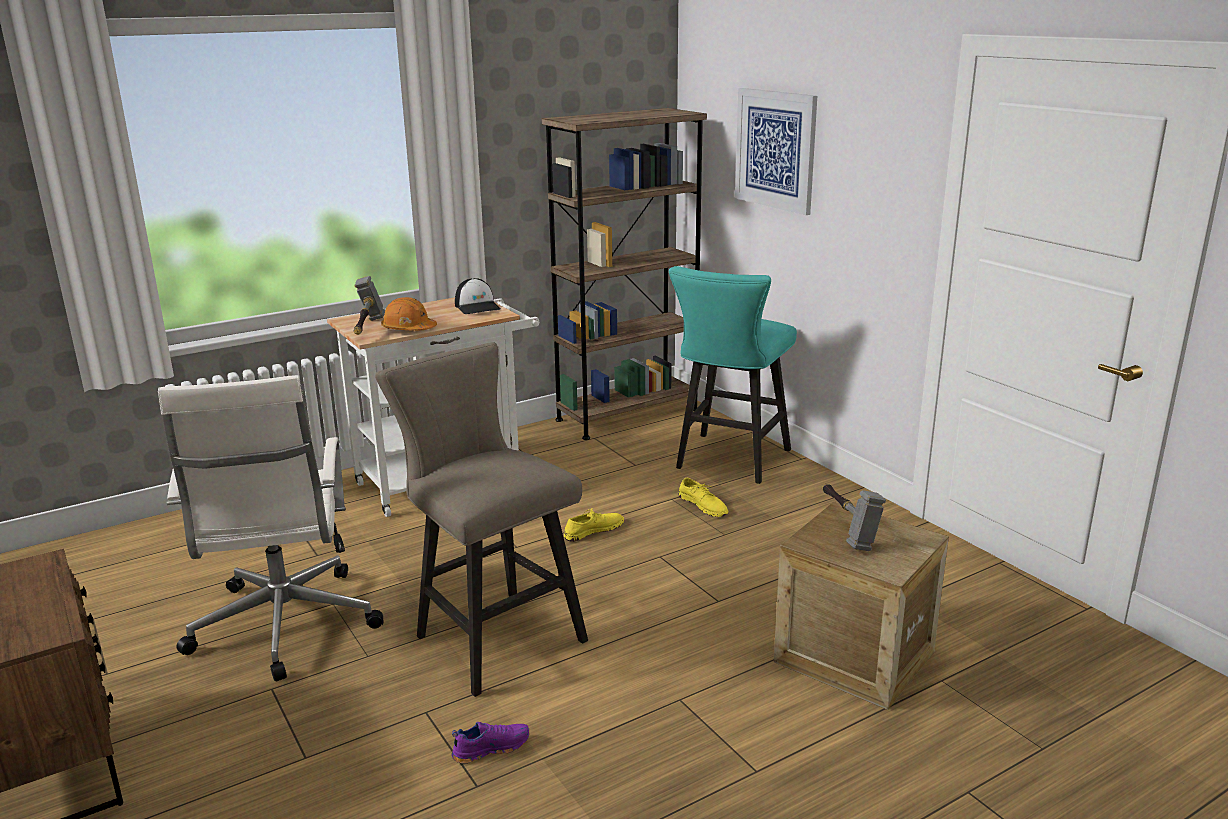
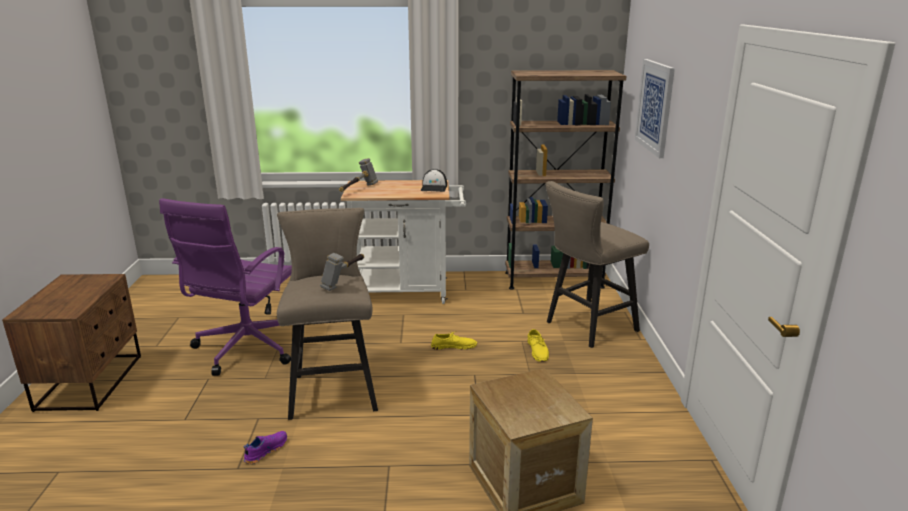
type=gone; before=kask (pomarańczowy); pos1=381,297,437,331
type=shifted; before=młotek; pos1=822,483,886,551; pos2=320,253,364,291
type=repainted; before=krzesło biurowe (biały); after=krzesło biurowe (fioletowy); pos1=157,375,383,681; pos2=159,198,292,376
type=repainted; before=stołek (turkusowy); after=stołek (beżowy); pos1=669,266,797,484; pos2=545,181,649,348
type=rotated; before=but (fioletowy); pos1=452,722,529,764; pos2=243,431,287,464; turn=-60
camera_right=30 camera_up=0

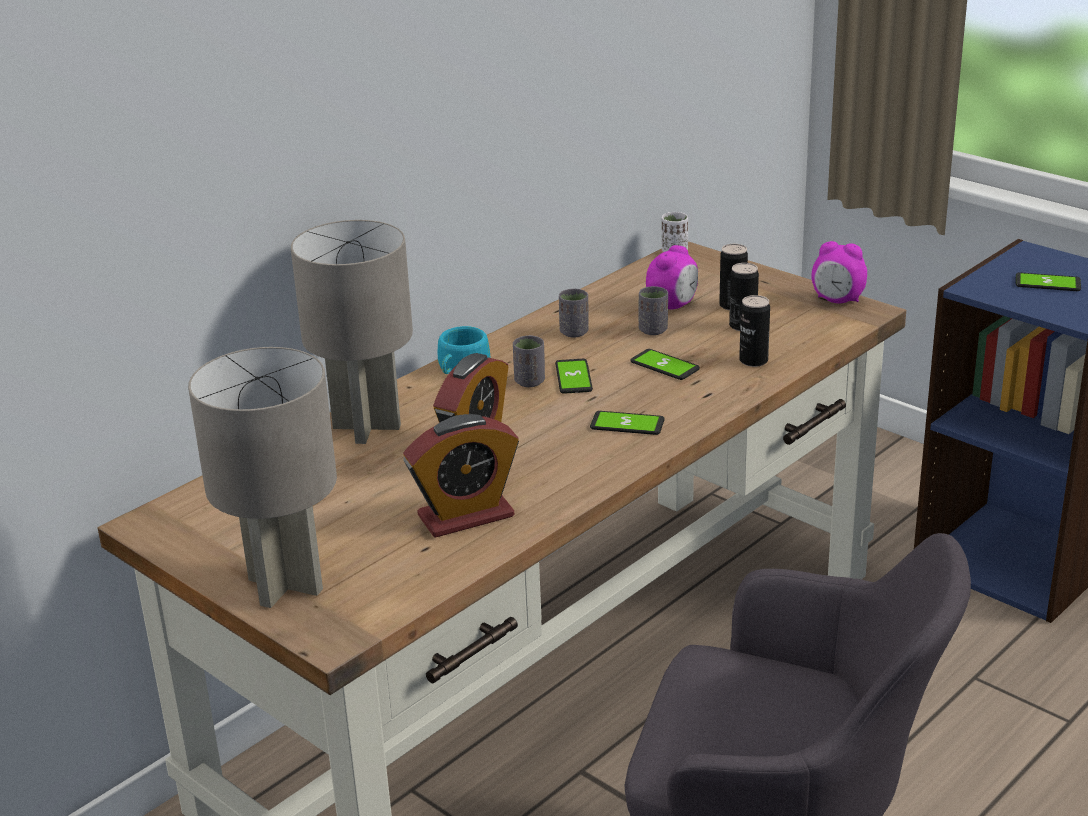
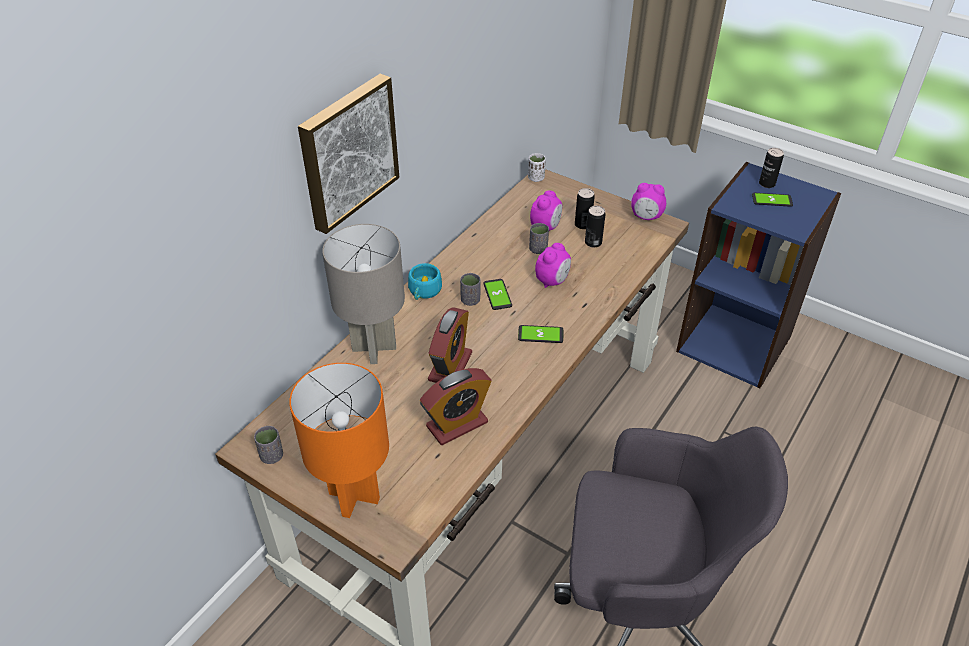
type=new; after=obraz; pos2=298,74,400,234
type=shifted; before=filiżanka (szary); pos1=559,289,589,338; pos2=254,426,283,464
type=shifted; before=puszka; pos1=739,295,770,367; pos2=759,148,784,188
type=swapped; before=telefon; after=budzik; pos1=631,349,700,380; pos2=535,243,571,288
type=repainted; before=lampa stołowa (szary); after=lampa stołowa (pomarańczowy); pos1=188,347,337,608; pos2=289,363,389,518
camera_right=-10 camera_up=15

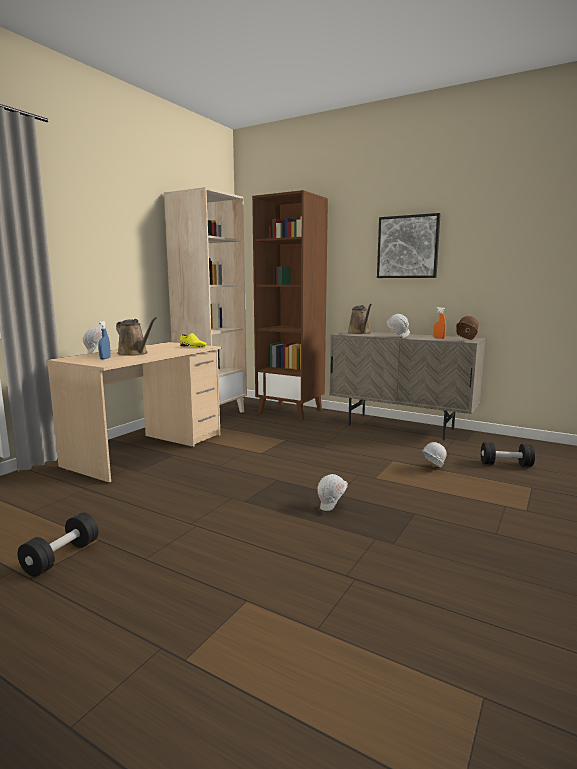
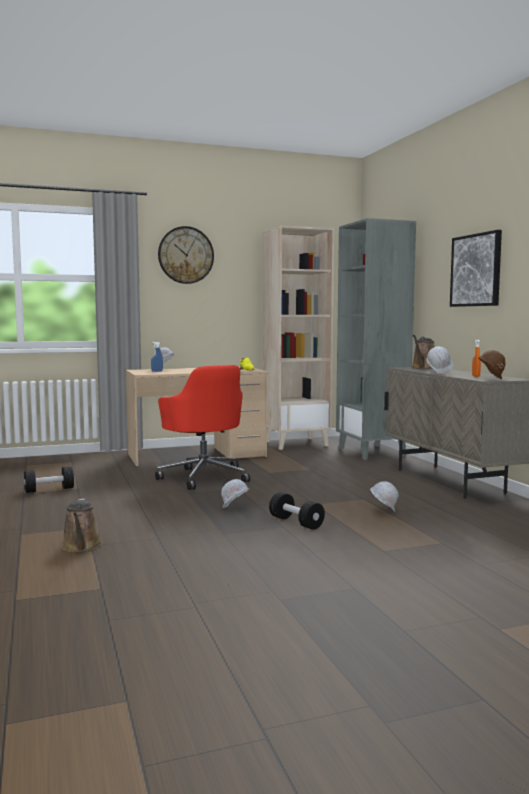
type=new; after=krzesło biurowe (czerwony); pos2=155,365,250,490
type=new; after=zegar ścienny; pos2=158,226,214,284
type=shifted; before=konewka (brązowy); pos1=116,317,157,356; pos2=61,498,102,552
type=shifted; before=hantel (czarny); pos1=481,442,535,467; pos2=269,492,325,530
type=repainted; before=regał (brązowy); after=regał (szary); pos1=252,190,328,420; pos2=336,218,416,460
camera_right=40 camera_up=-5

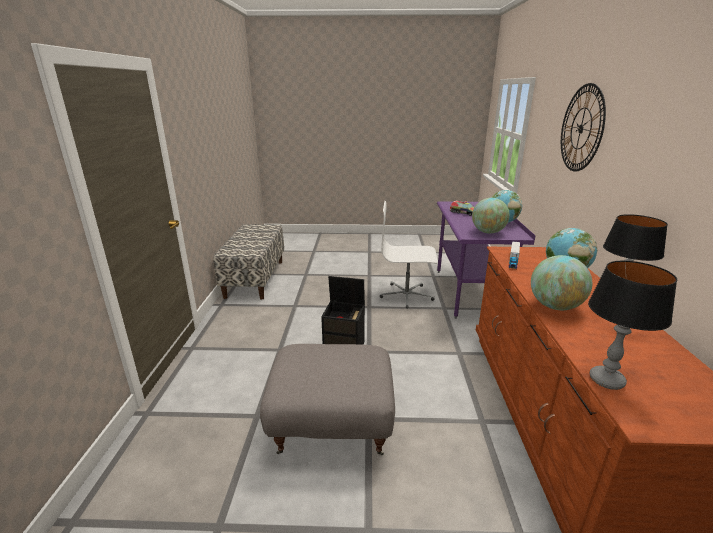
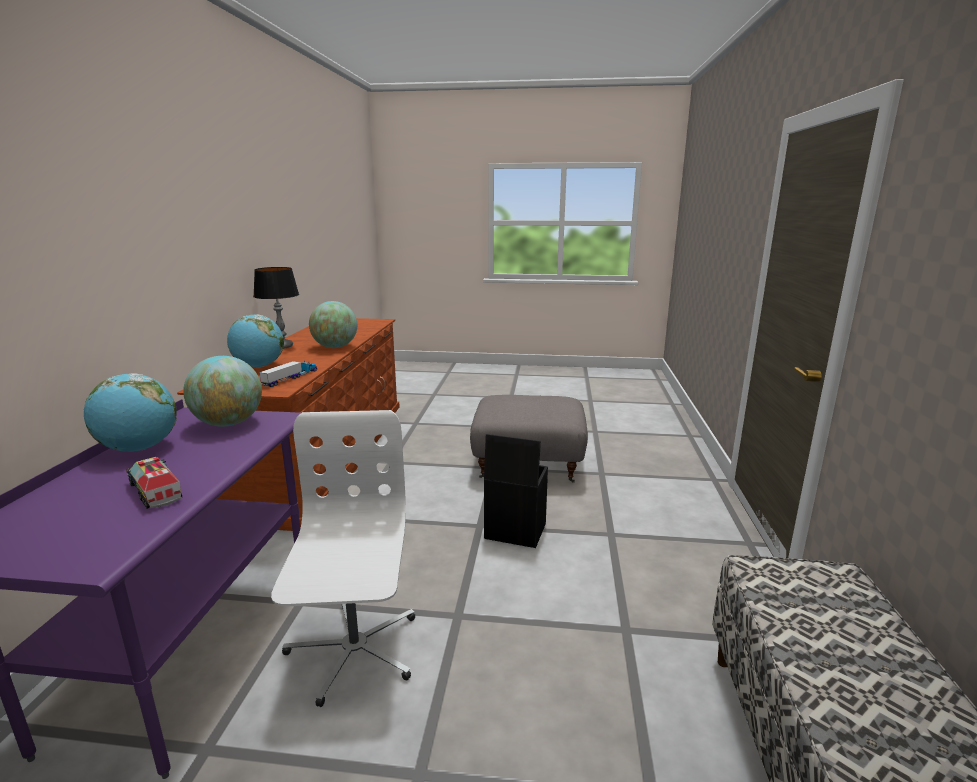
type=gone; before=zegar ścienny; pos1=561,83,606,171
type=gone; before=lampa stołowa; pos1=588,261,677,390
type=rotated; before=krzesło biurowe (biały); pos1=380,201,438,309; pos2=271,410,415,707; turn=-105
camera_right=-175 camera_up=-5

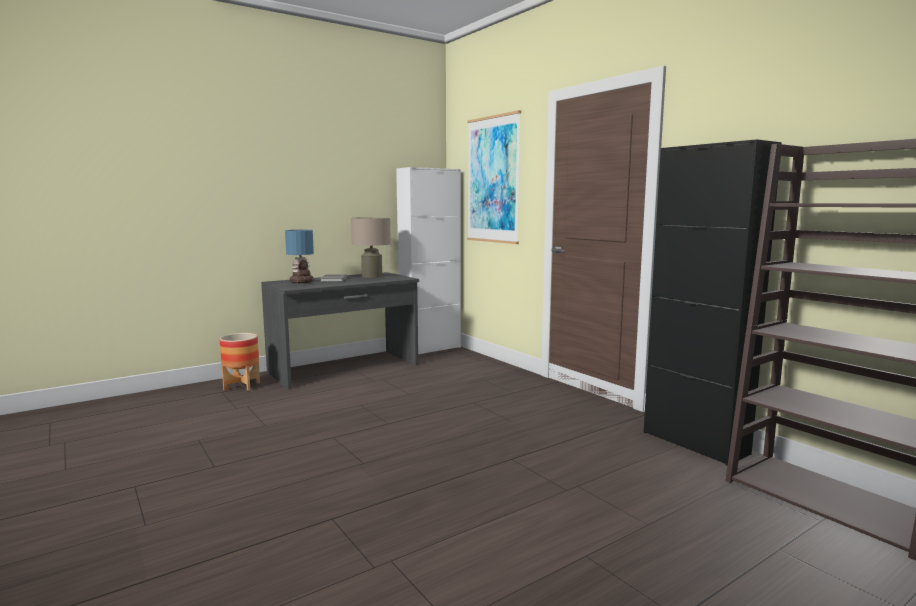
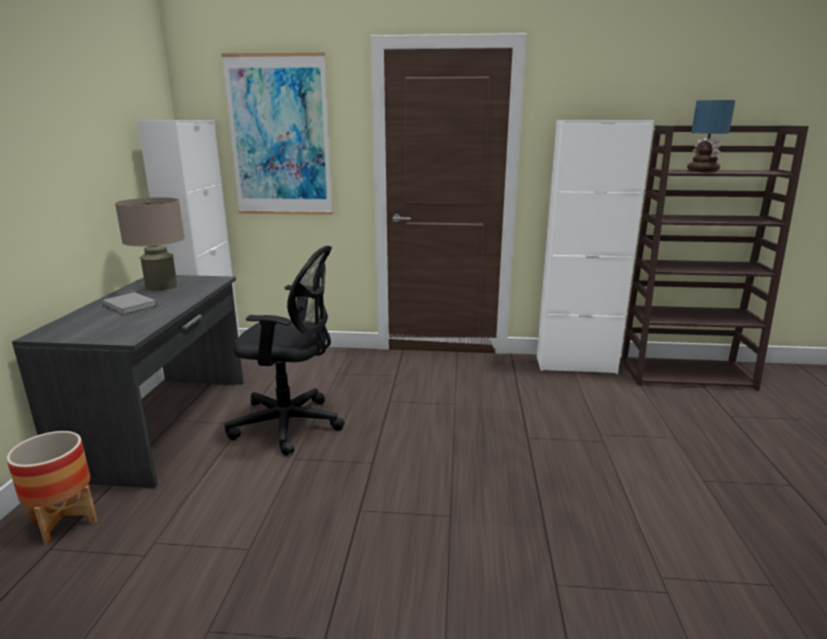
type=new; after=krzesło biurowe (czarny); pos2=224,246,345,456
type=shifted; before=lampa stołowa; pos1=285,230,314,283; pos2=687,100,735,172
type=repainted; before=szafka (czarny); after=szafka (biały); pos1=643,139,782,465; pos2=537,120,654,374
camera_right=-50 camera_up=10

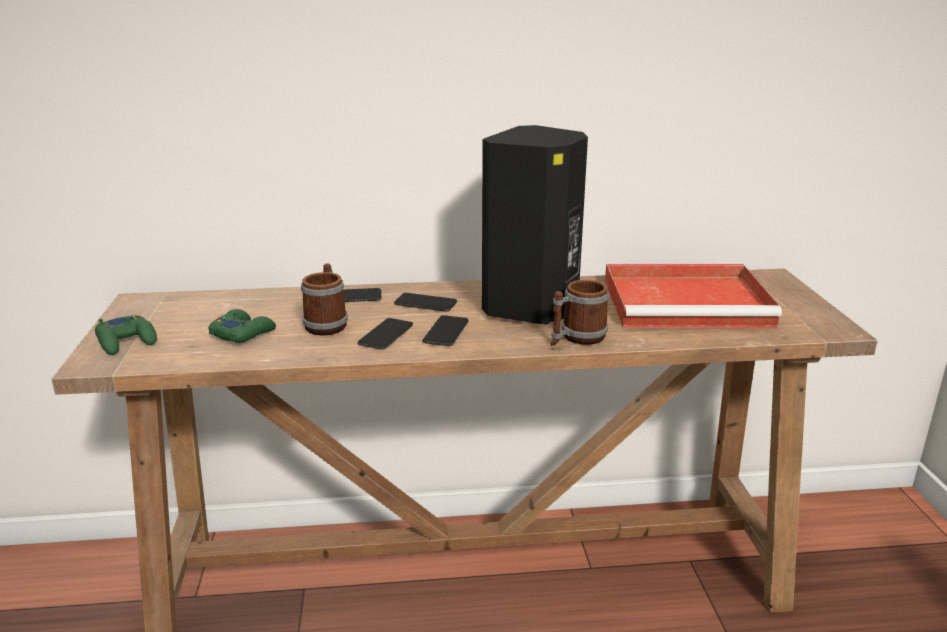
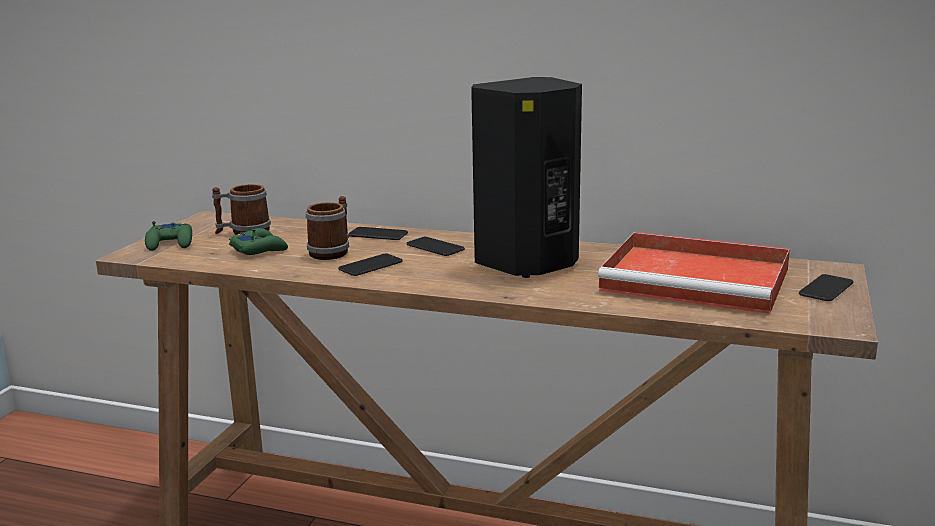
type=shifted; before=telefon; pos1=423,315,469,346; pos2=799,274,853,301
type=shifted; before=kubek; pos1=551,280,609,345; pos2=212,184,271,235
camera_right=25 camera_up=-5

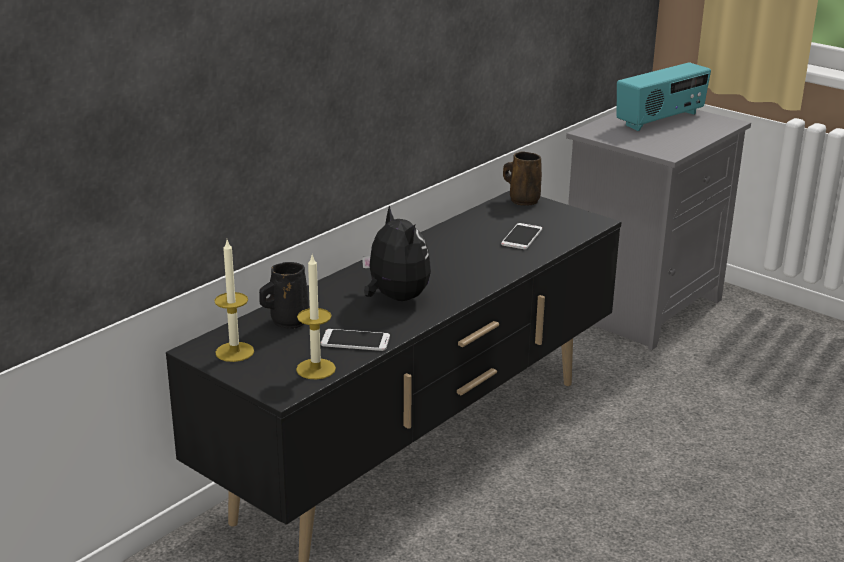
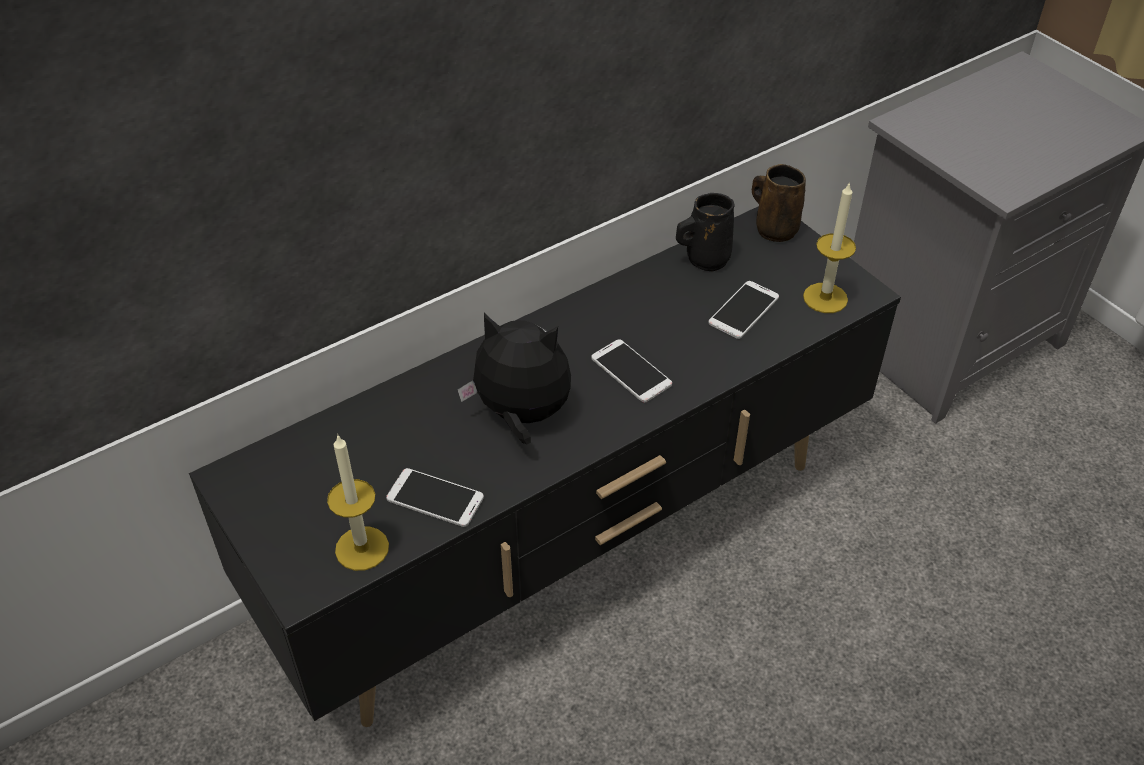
type=gone; before=radio; pos1=617,63,711,131
type=new; after=telefon; pos2=591,339,672,402
type=shifted; before=świeca; pos1=214,240,254,362; pos2=803,182,856,313
type=shifted; before=kubek (czarny); pos1=259,262,309,329; pos2=676,193,734,271
type=rotated; before=pluszak; pos1=362,205,431,301; pos2=457,313,571,444; turn=-60
camera_right=15 camera_up=20

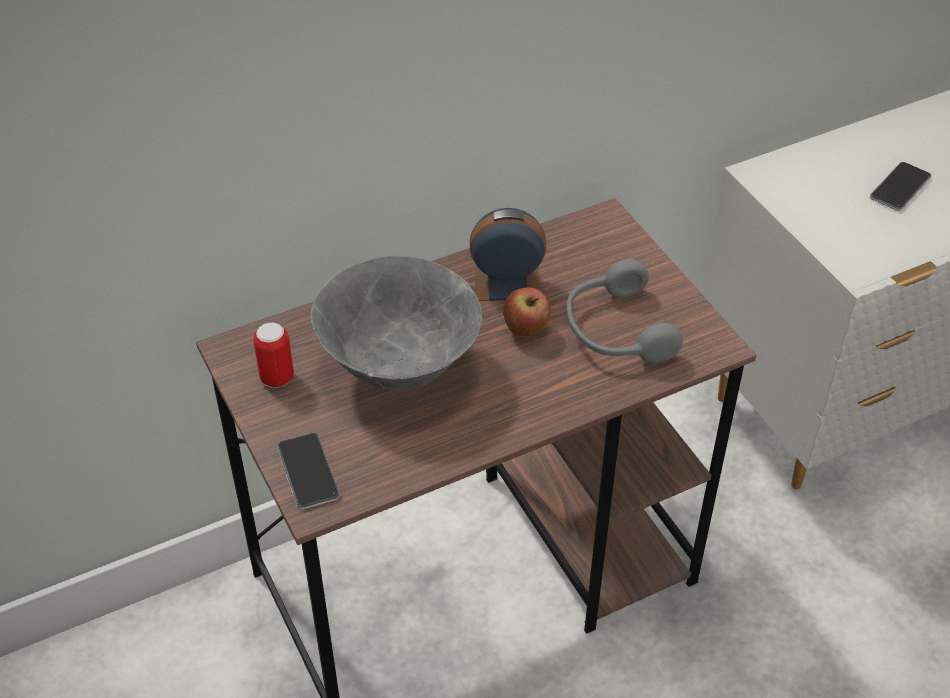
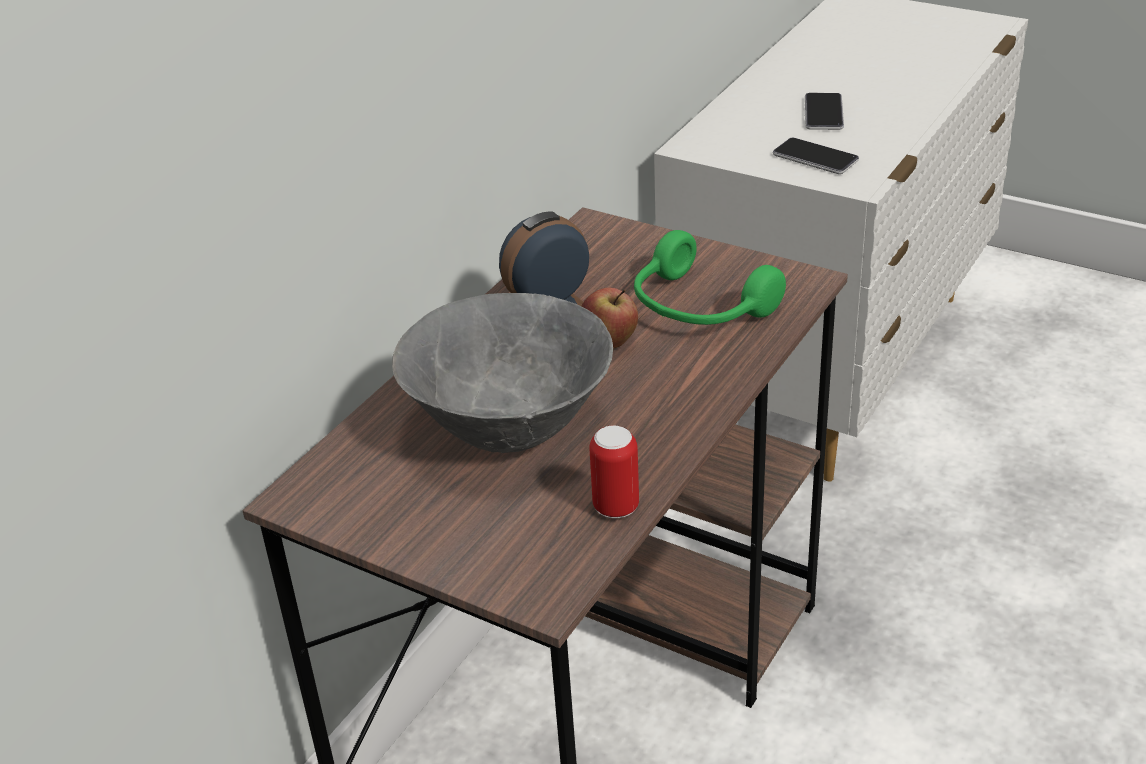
type=shifted; before=puszka; pos1=253,322,294,388; pos2=589,425,639,519
type=shifted; before=telefon; pos1=277,433,340,509; pos2=773,138,859,174
type=repainted; before=słuchawki (szary); after=słuchawki (zielony); pos1=566,259,683,363; pos2=634,230,786,325
camera_right=-30 camera_up=-10

